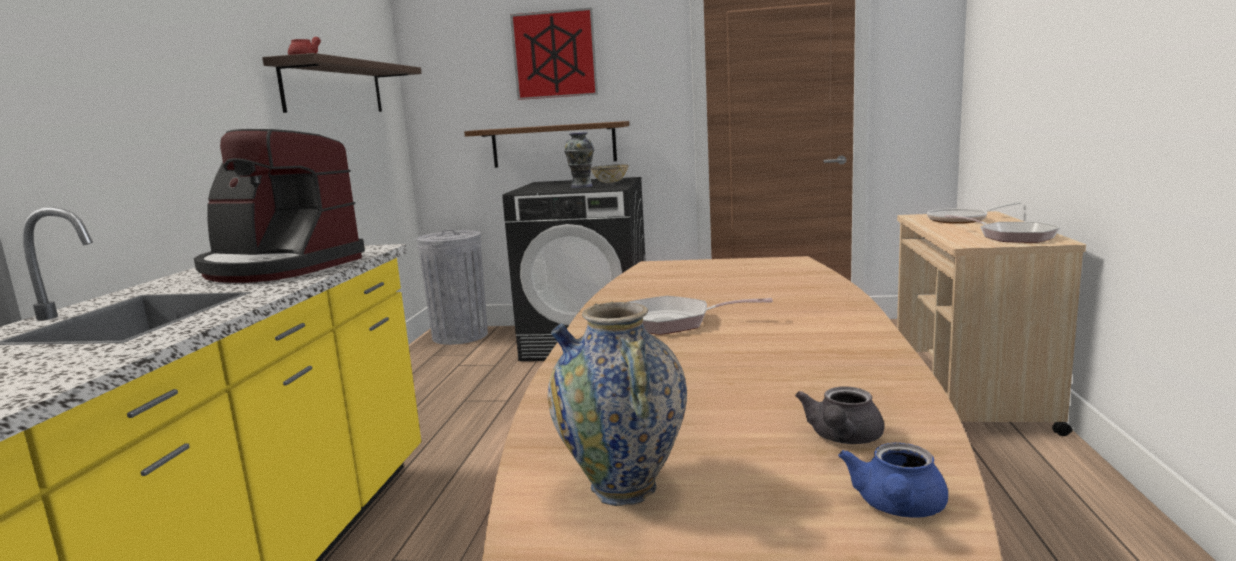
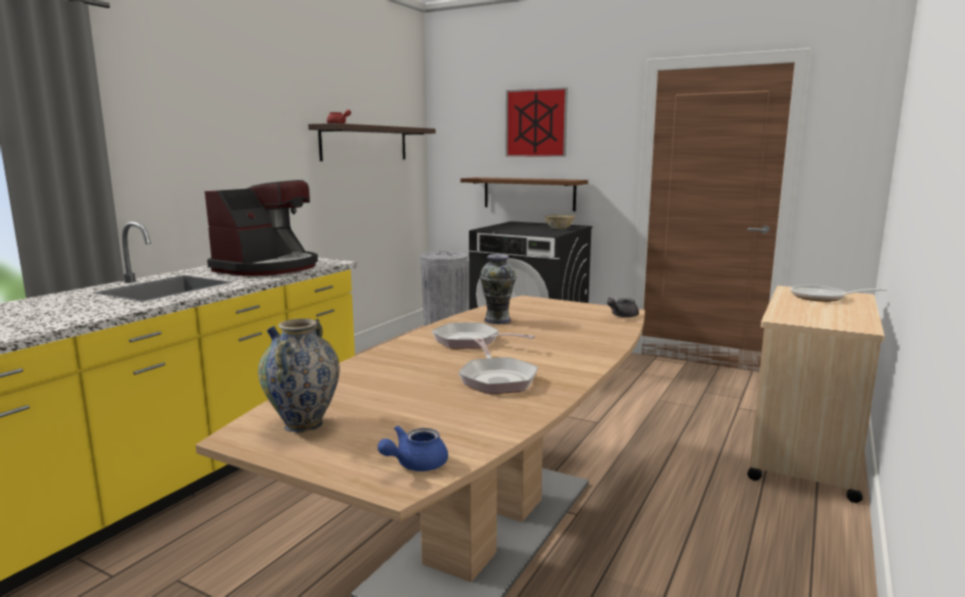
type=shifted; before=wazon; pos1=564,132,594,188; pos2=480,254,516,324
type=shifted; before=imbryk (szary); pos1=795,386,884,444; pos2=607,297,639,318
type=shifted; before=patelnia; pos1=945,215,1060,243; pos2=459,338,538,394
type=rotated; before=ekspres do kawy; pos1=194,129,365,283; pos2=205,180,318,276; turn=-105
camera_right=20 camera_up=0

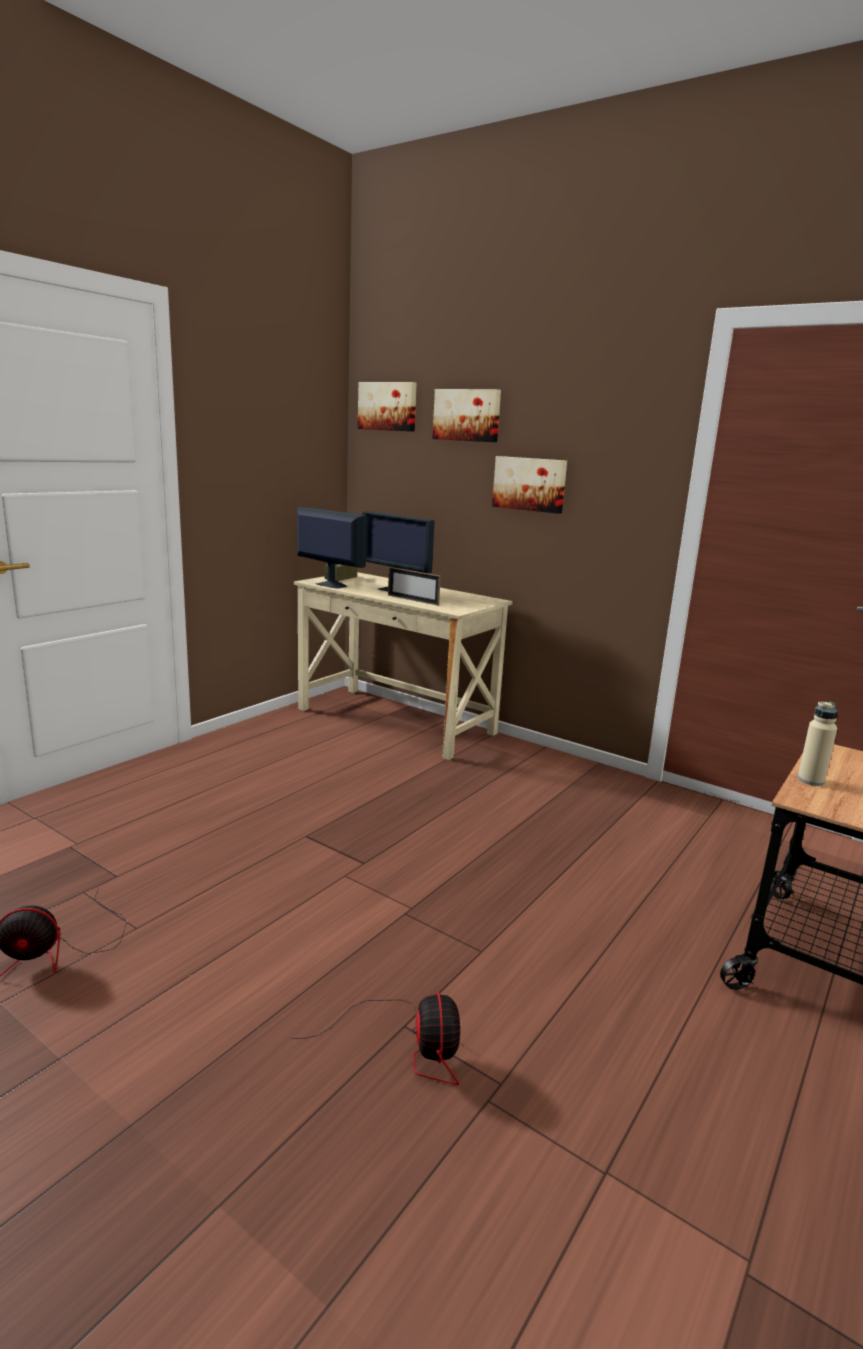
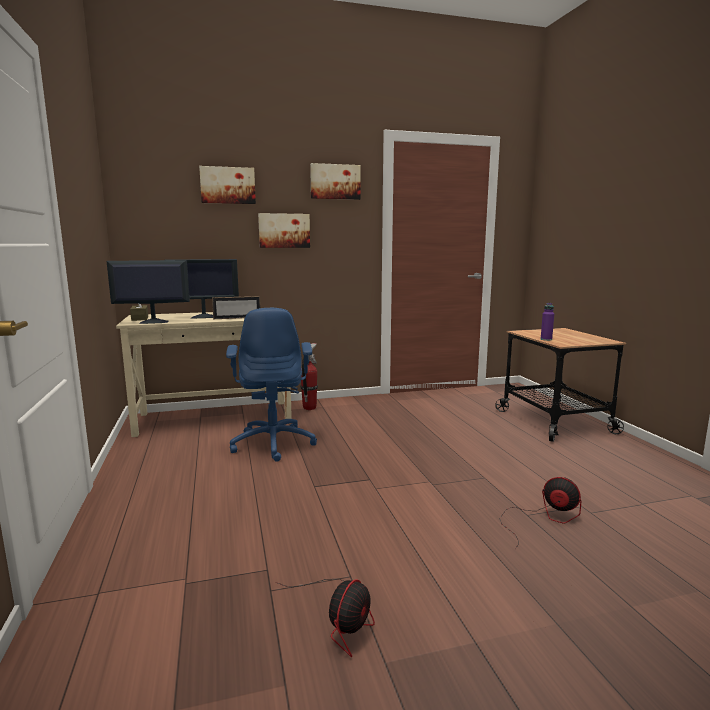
type=new; after=krzesło biurowe (niebieski); pos2=226,308,317,462
type=new; after=gaśnica; pos2=300,343,318,410
type=shifted; before=obraz; pos1=358,382,417,432; pos2=310,163,360,200
type=repainted; before=butelka (beżowy); after=butelka (fioletowy); pos1=798,702,837,786; pos2=541,303,554,341
camera_right=-50 camera_up=-5

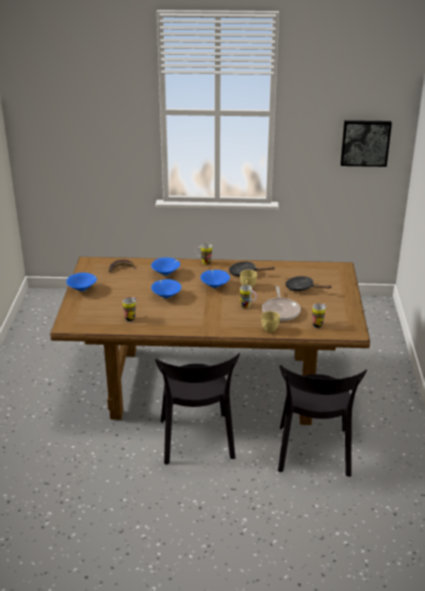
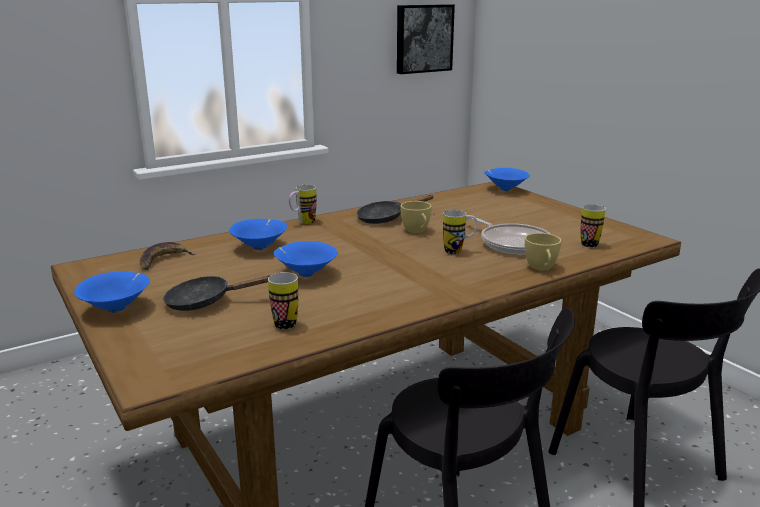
type=shifted; before=miska (niebieski); pos1=200,270,230,288; pos2=484,168,530,191
type=shifted; before=patelnia (czarny); pos1=285,276,331,291; pos2=163,275,271,311
camera_right=-35 camera_up=-10

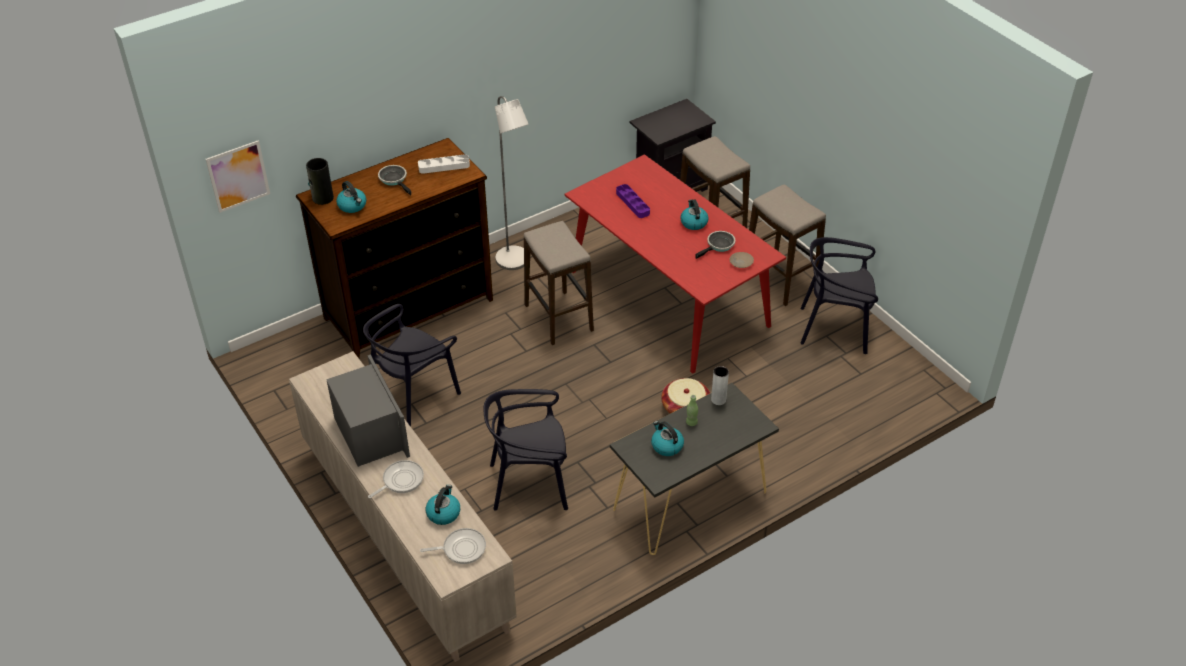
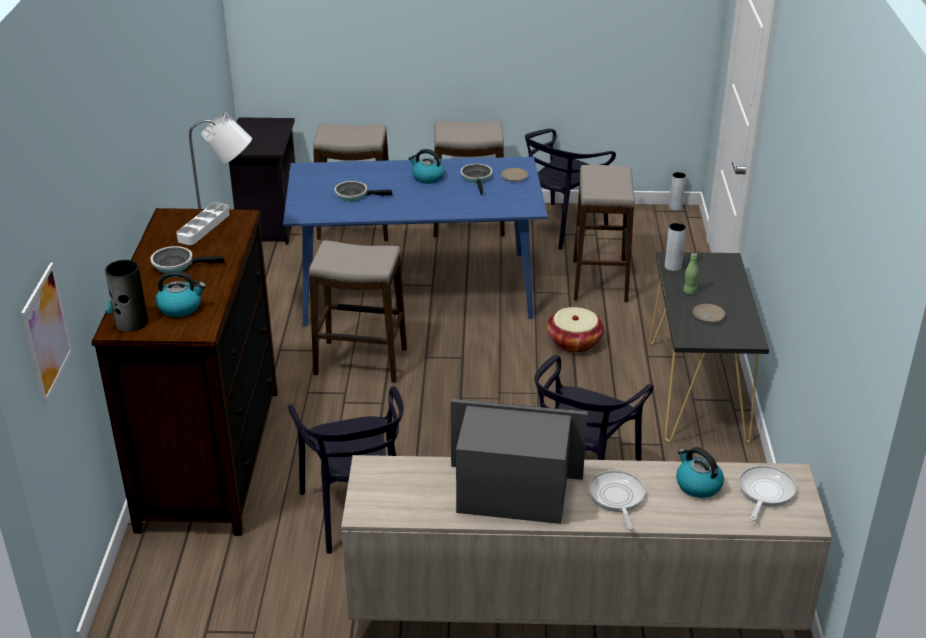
type=new; after=stołek; pos2=573,165,635,302
type=new; after=wazon (szary); pos2=669,172,686,211
type=swapped; before=taca (fioletowy); after=patelnia; pos1=616,184,650,218; pos2=334,181,392,202
type=swapped; before=czajnik; after=talerz (beżowy); pos1=651,421,684,456; pos2=693,304,725,322
type=repainted; before=stół jadalny (czerwony); after=stół jadalny (niebieski); pos1=565,155,786,374; pos2=283,157,548,326
camera_right=-55 camera_up=-10

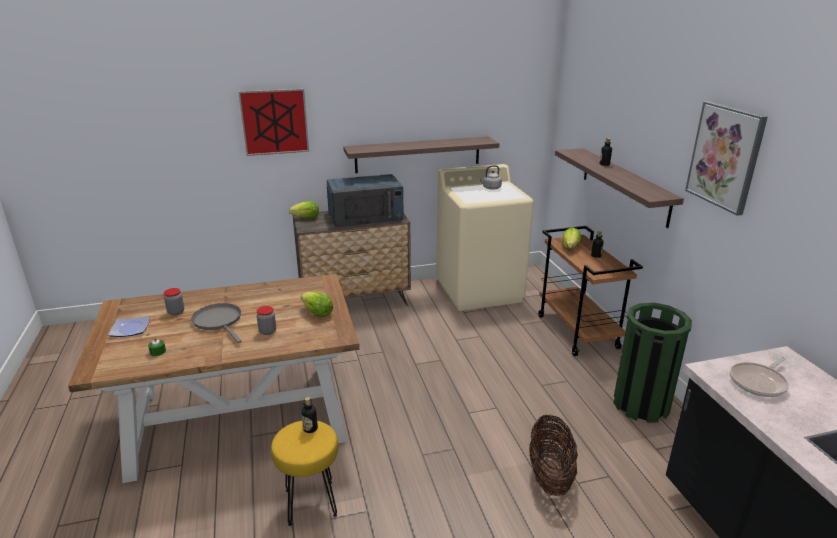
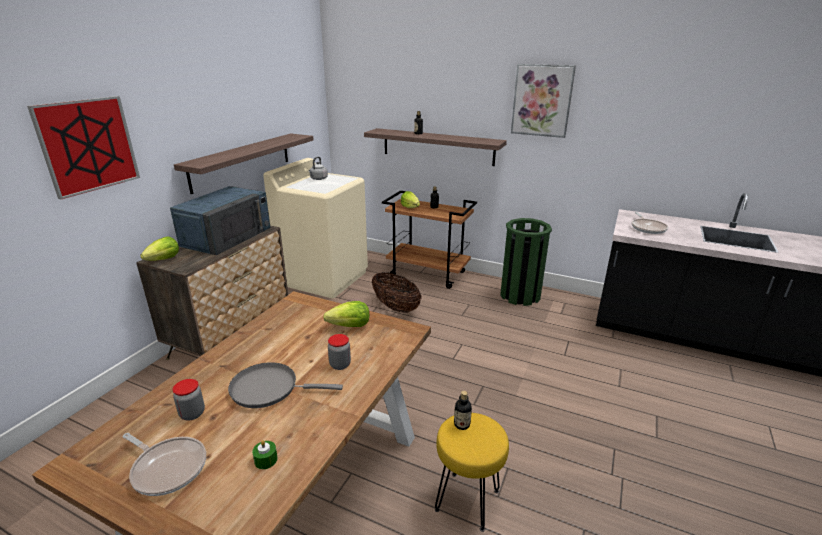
type=shifted; before=koszyk; pos1=529,414,578,496; pos2=372,272,421,313
type=swapped; before=talerz; after=patelnia; pos1=109,316,150,337; pos2=122,433,206,496
camera_right=-50 camera_up=0

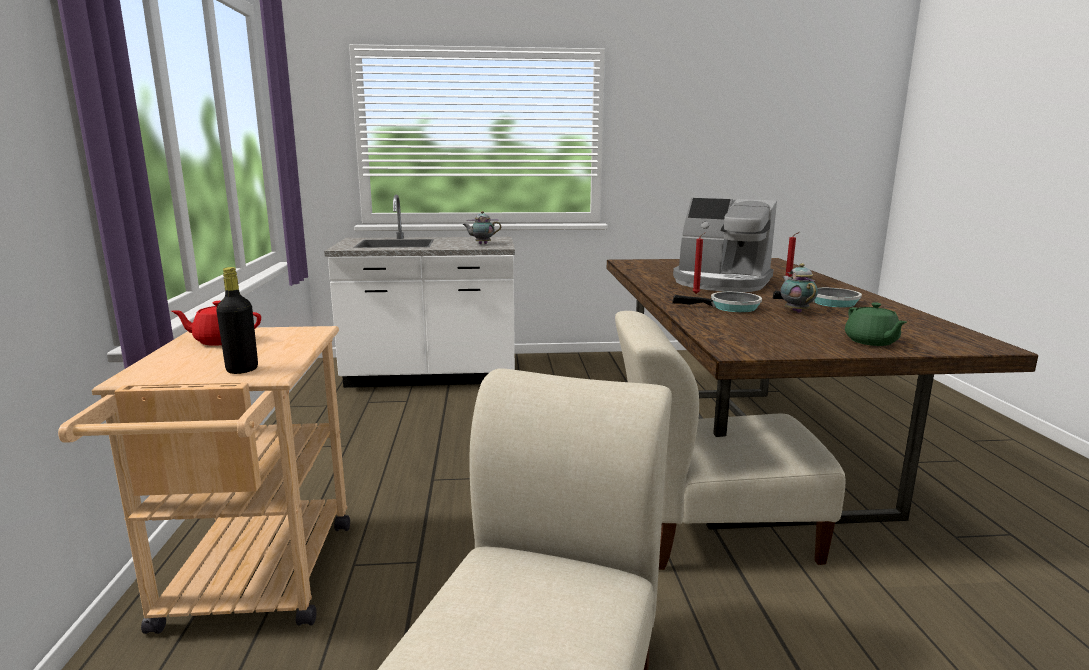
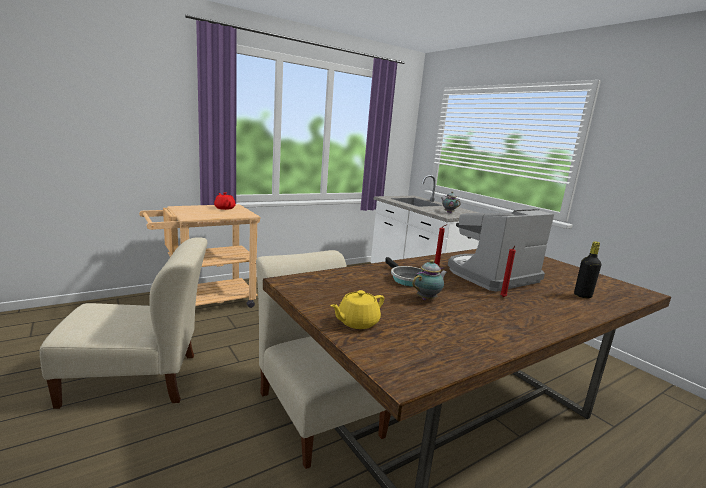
type=gone; before=patelnia; pos1=772,288,862,307
type=shifted; before=butelka (czarny); pos1=216,267,258,374; pos2=574,241,601,298
type=repainted; before=imbryk (zielony); after=imbryk (żółty); pos1=845,302,907,346; pos2=330,290,384,329
type=rotated; before=ekspres do kawy; pos1=673,198,777,292; pos2=448,209,554,292; turn=60
camera_right=60 camera_up=0

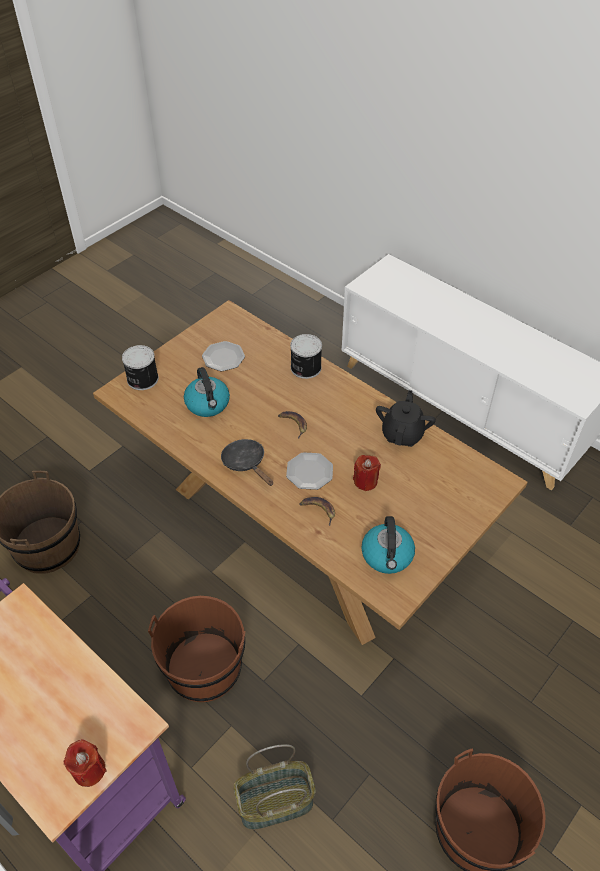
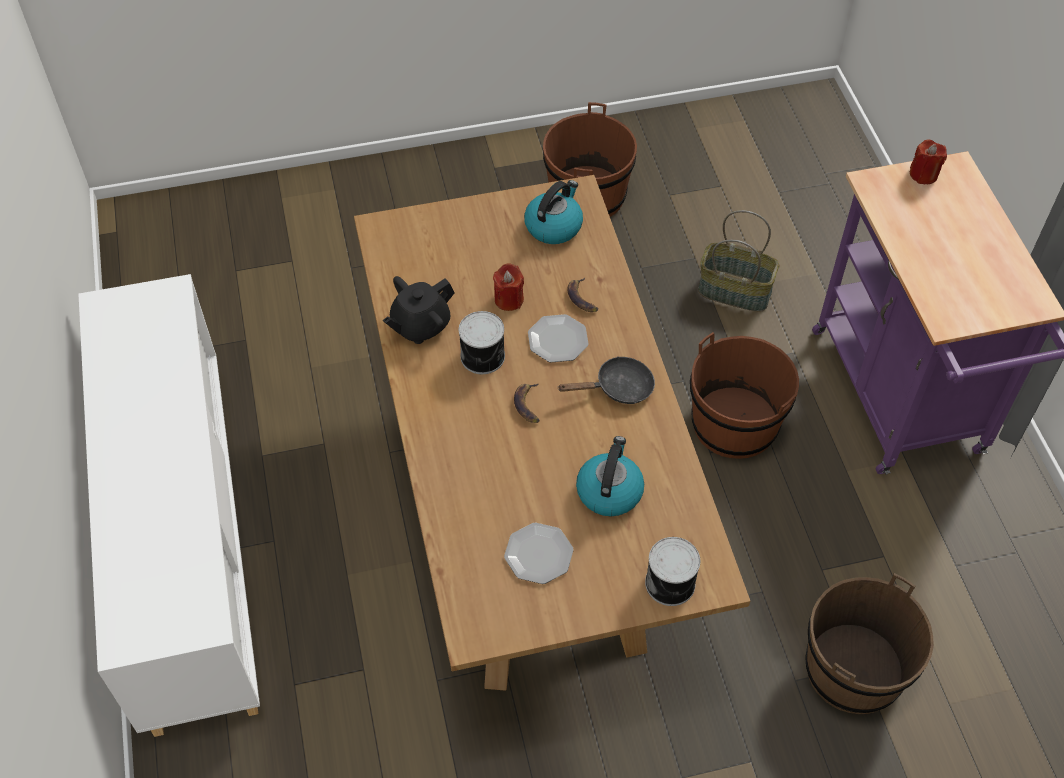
type=shifted; before=puszka; pos1=290,334,322,379; pos2=459,311,505,374
type=rotated; before=patelnia (czarny); pos1=221,439,273,486; pos2=557,356,655,404; turn=-105
camera_right=-145 camera_up=5

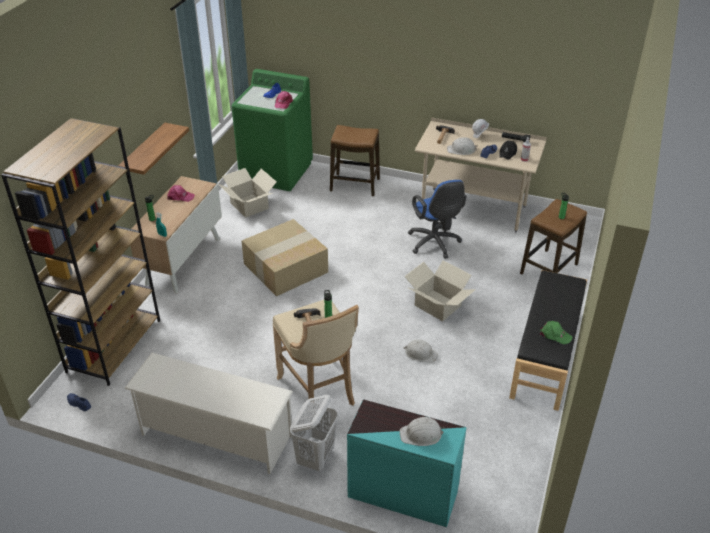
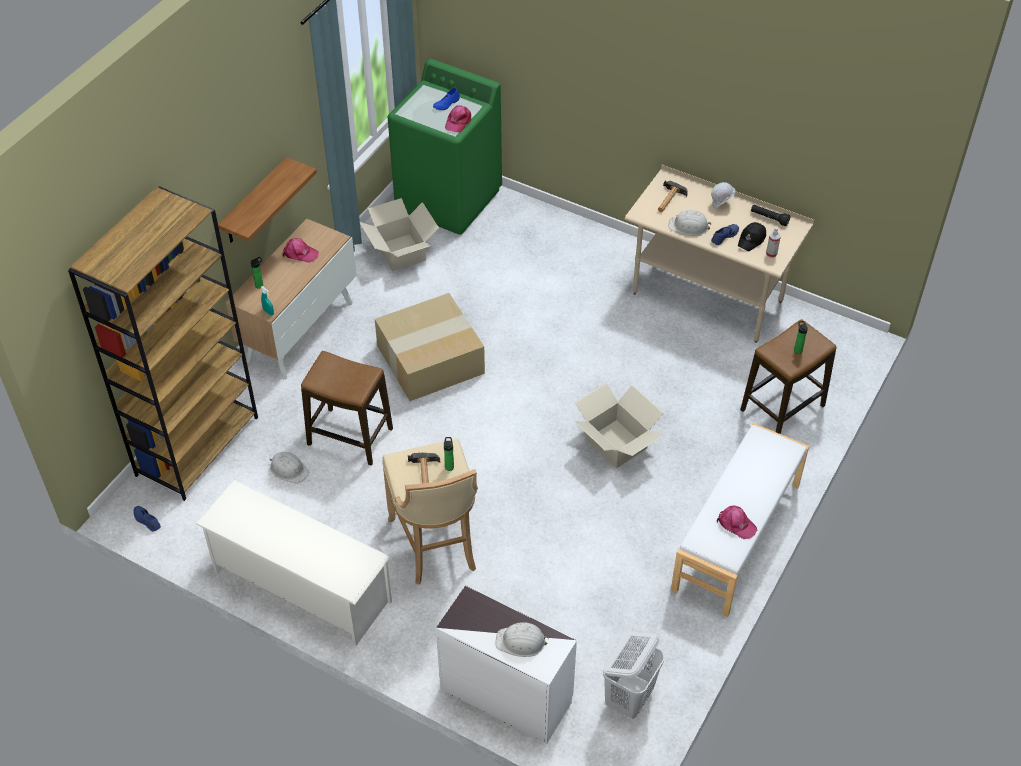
type=gone; before=krzesło biurowe (niebieski); pos1=408,180,467,259
type=shifted; before=kosz na pranie (biały); pos1=290,395,338,471; pos2=603,632,664,719
type=shifted; before=stołek; pos1=330,125,380,196; pos2=301,351,393,466
type=shifted; before=kask (biały); pos1=404,340,438,362; pos2=270,452,309,484
type=repainted; before=komoda (turkusowy); after=komoda (biały); pos1=347,399,467,527; pos2=436,586,577,744
type=repainted; before=ławka (czarny); after=ławka (biały); pos1=509,270,587,411; pos2=671,423,809,617
type=repainted; before=czapka z daszkiem (zielony); after=czapka z daszkiem (różowy); pos1=540,321,572,344; pos2=717,505,757,539
camera_right=10 camera_up=10

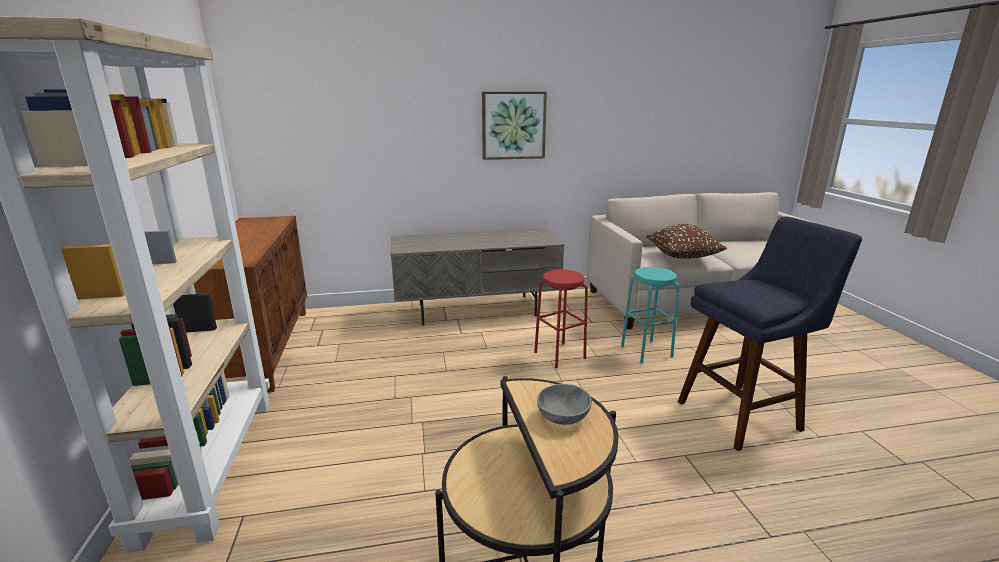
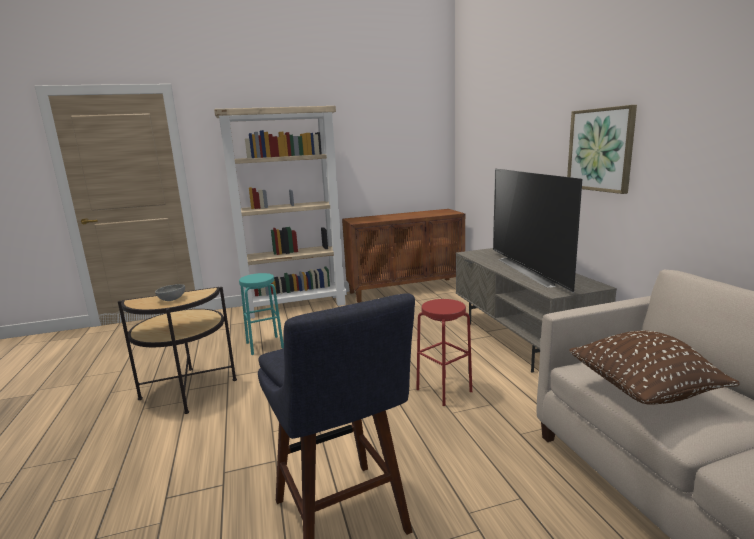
type=new; after=telewizor; pos2=493,169,582,293
type=shifted; before=stołek (turkusowy); pos1=621,267,680,363; pos2=239,273,284,355
camera_right=85 camera_up=-5

